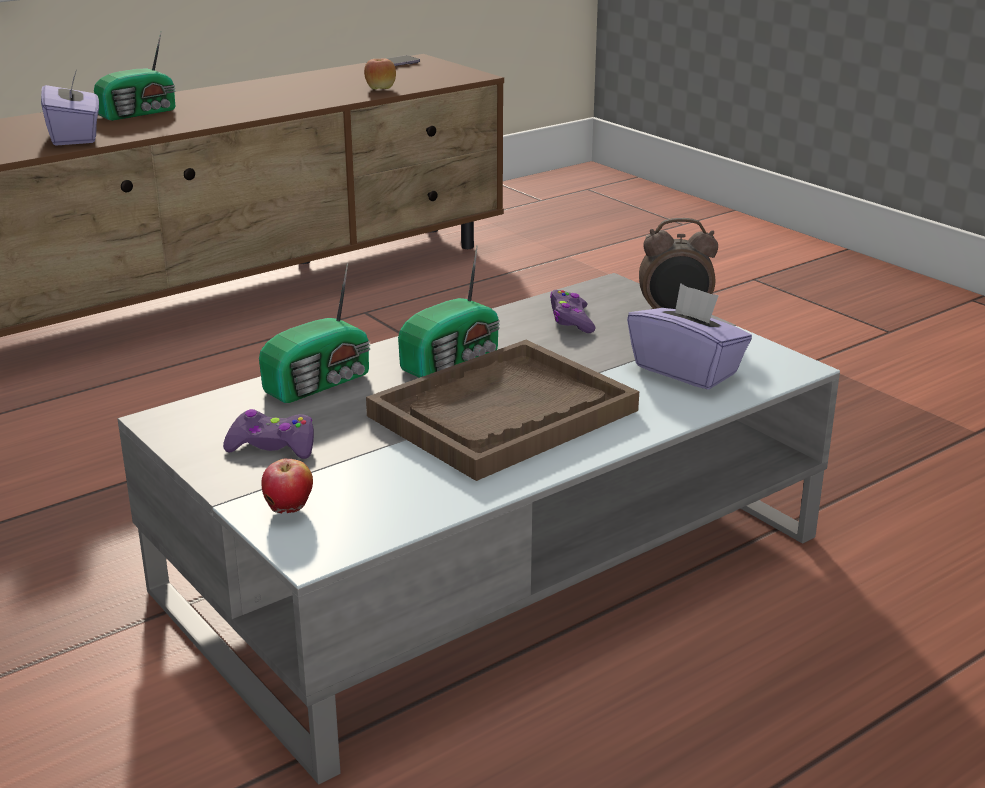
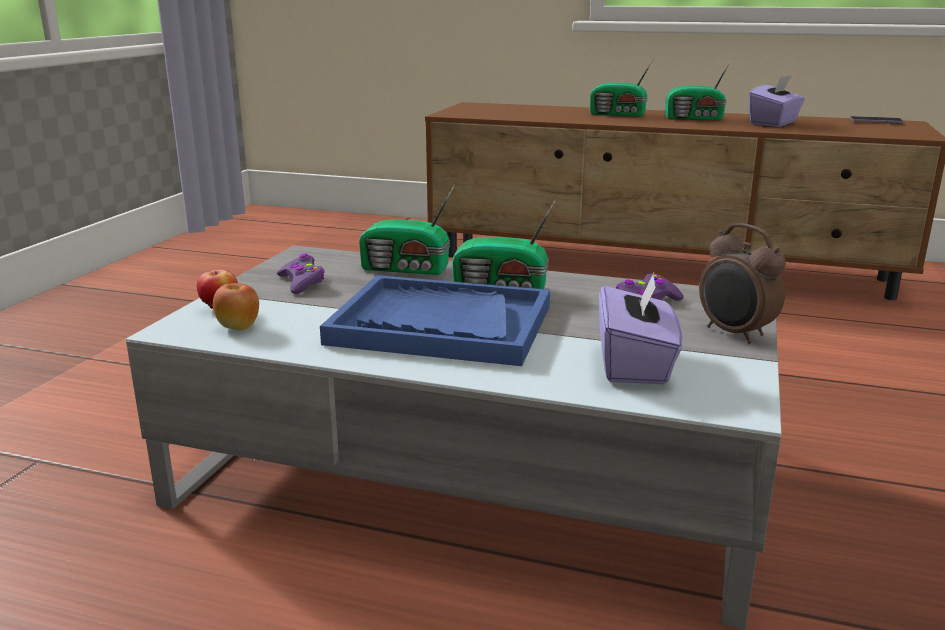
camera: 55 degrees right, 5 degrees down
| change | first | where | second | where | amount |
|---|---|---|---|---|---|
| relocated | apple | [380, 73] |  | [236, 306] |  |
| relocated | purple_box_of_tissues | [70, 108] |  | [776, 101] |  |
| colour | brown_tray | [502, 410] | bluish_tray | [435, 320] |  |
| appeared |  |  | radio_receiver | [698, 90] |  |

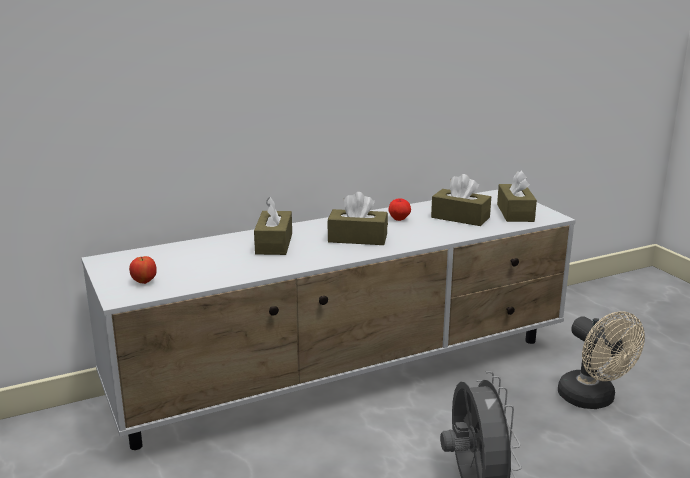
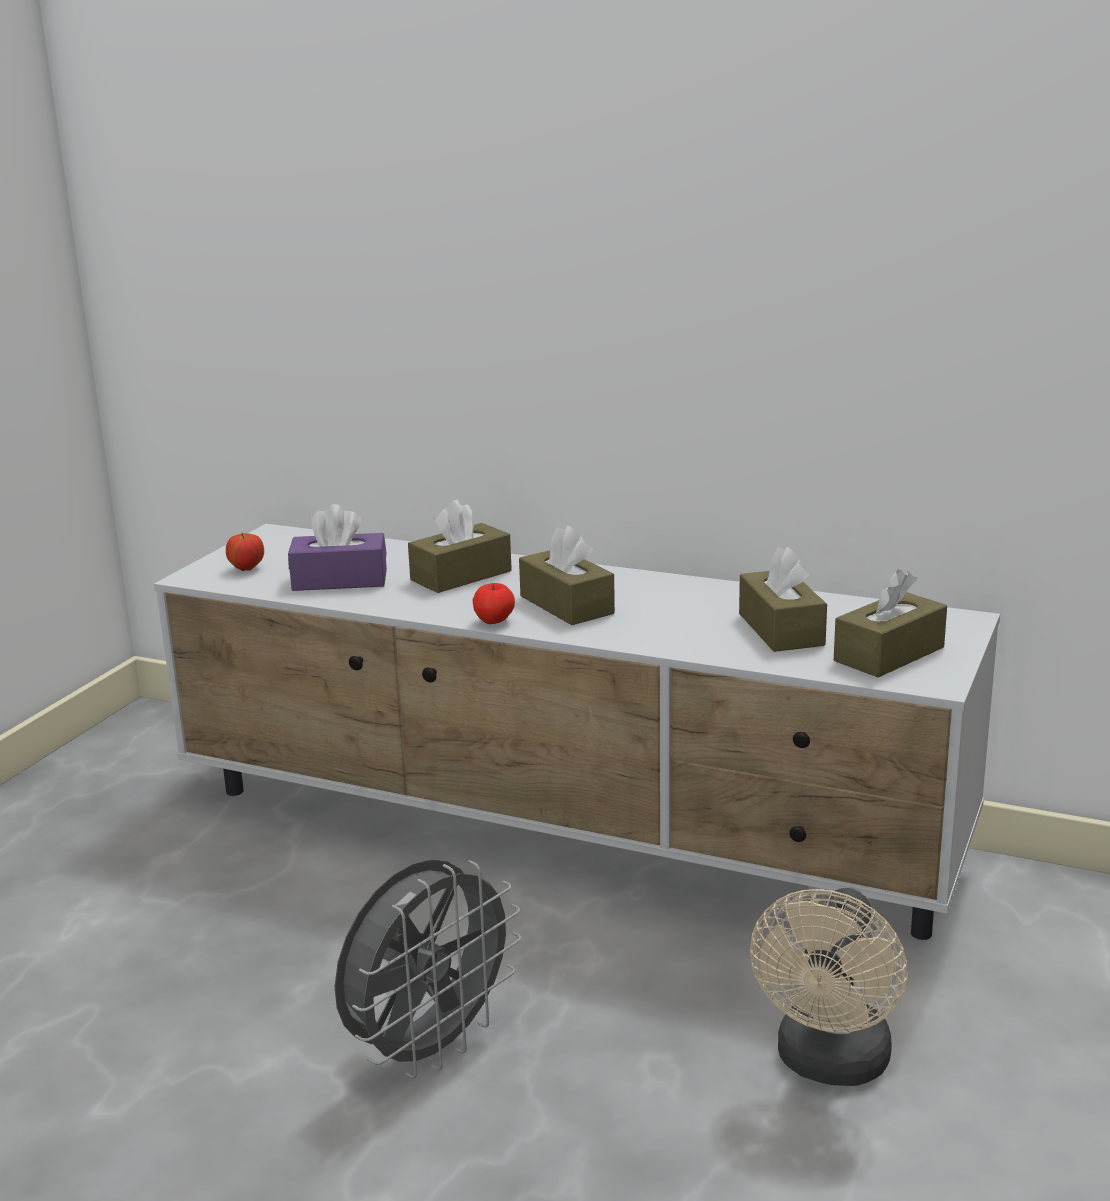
camera: 50 degrees right, 0 degrees up
| change | first | where | second | where | amount |
|---|---|---|---|---|---|
| relocated | apple | [400, 209] |  | [494, 603] |  |
| appeared |  |  | purple_box_of_tissues | [337, 547] |  |

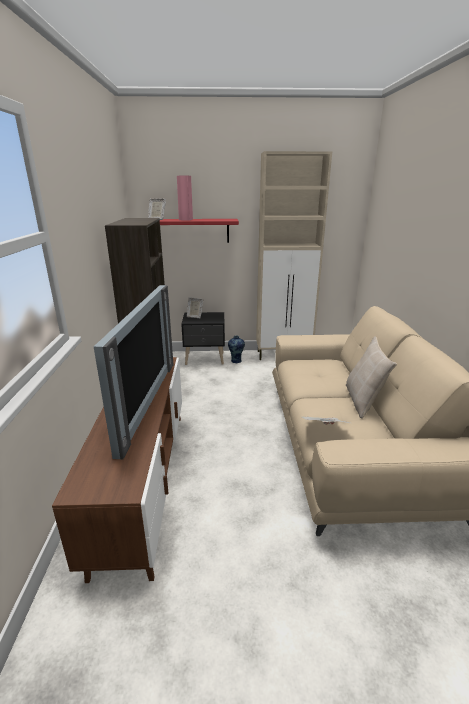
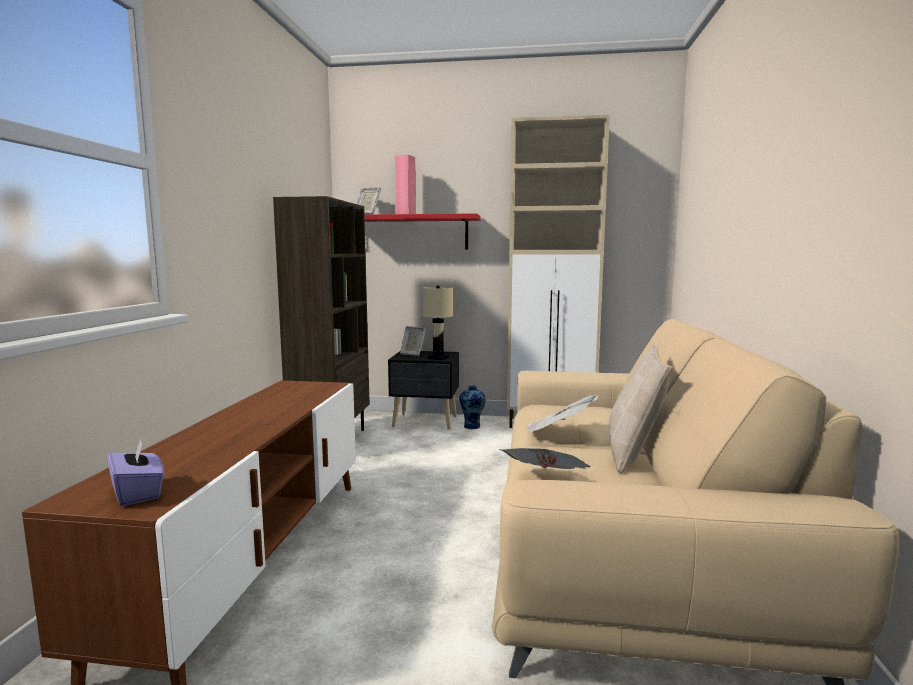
camera: 10 degrees right, 15 degrees down
| change | first | where | second | where | amount |
|---|---|---|---|---|---|
| missing | TV_set | [133, 372] |  |  |  |
| appeared |  |  | sand-coloured_tabletop_lamp | [438, 323] |  |
| appeared |  |  | daily_paper | [562, 414] |  |
| appeared |  |  | purple_box_of_tissues | [135, 472] |  |

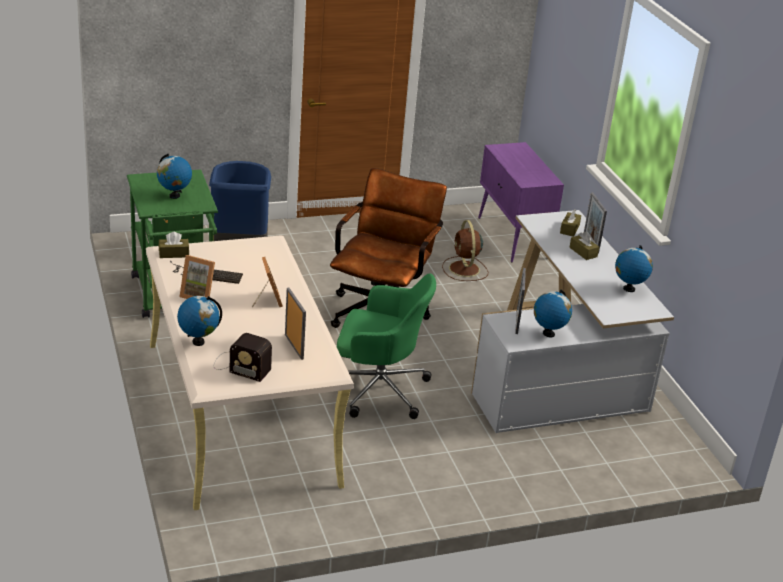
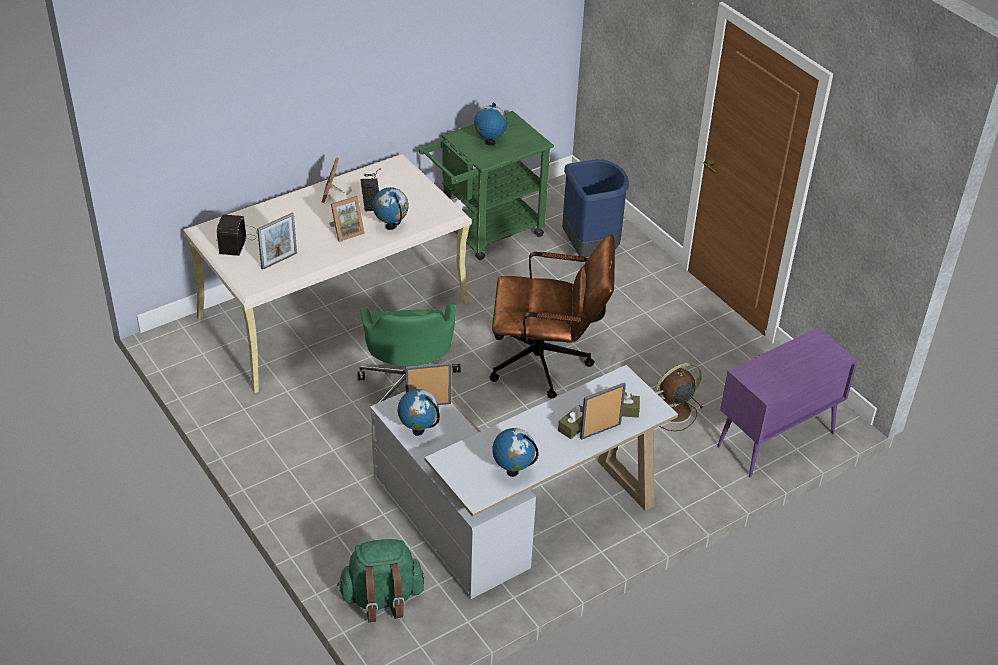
camera: 75 degrees right, 10 degrees up
| change | first | where | second | where | amount |
|---|---|---|---|---|---|
| missing | brown_box_of_tissues | [174, 245] |  |  |  |
| relocated | world_globe | [199, 321] |  | [390, 208] |  |
| appeared |  |  | greenish_rucksack | [380, 580] |  |

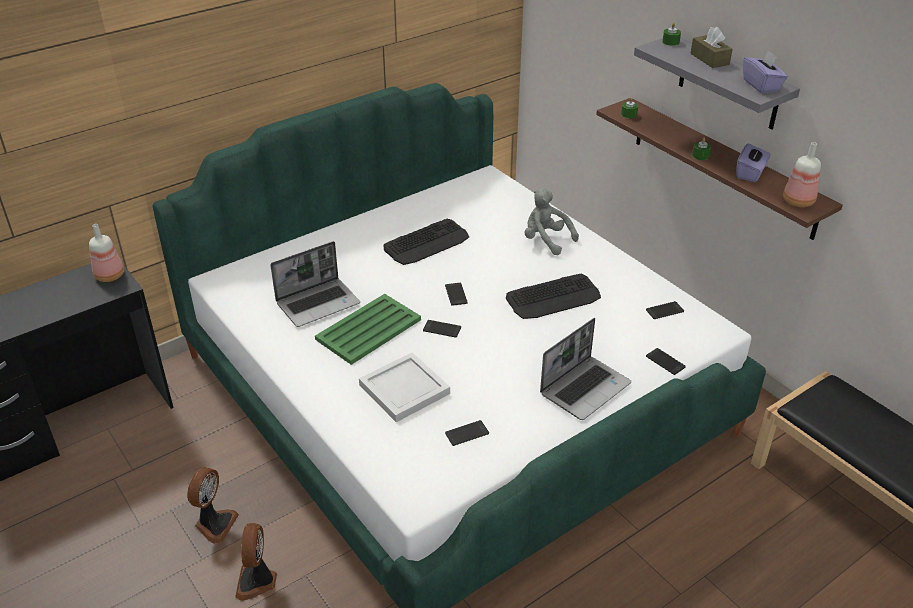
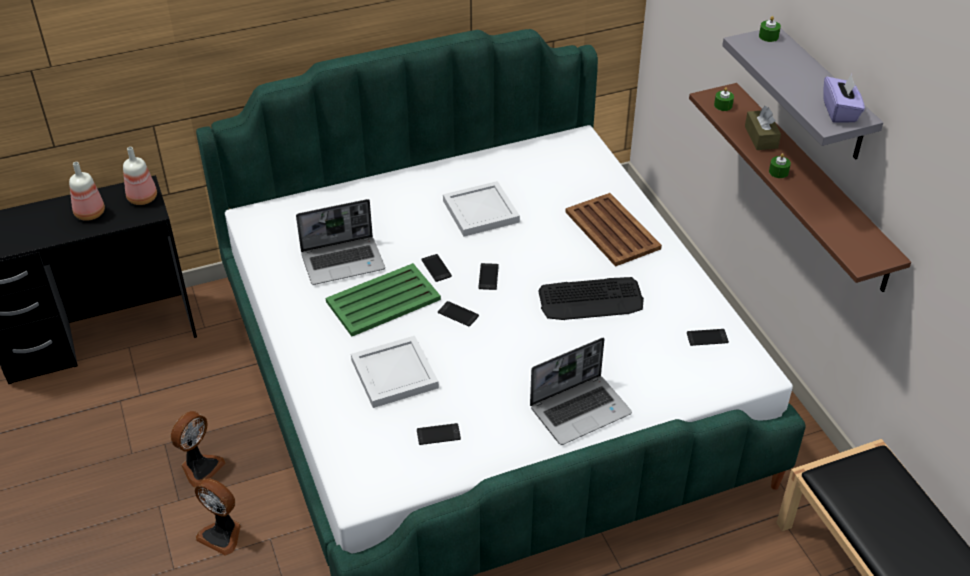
camera: 15 degrees right, 5 degrees up
| change | first | where | second | where | amount |
|---|---|---|---|---|---|
| relocated | brown_box_of_tissues | [712, 47] |  | [763, 128] |  |
| relocated | beverage_bottle | [802, 174] |  | [87, 191] |  |
| missing | purple_box_of_tissues | [753, 163] |  |  |  |
| exchanged | greyish_soft_toy | [551, 222] | brown_tray | [614, 230] |  |
| exchanged | PC_keyboard | [426, 242] | whitish_tray | [481, 208] |  |
| relocated | telephone | [666, 361] |  | [436, 268] |  |
| spun | cooling_fan | [256, 562] |  | [218, 517] | 75 degrees counterclockwise |

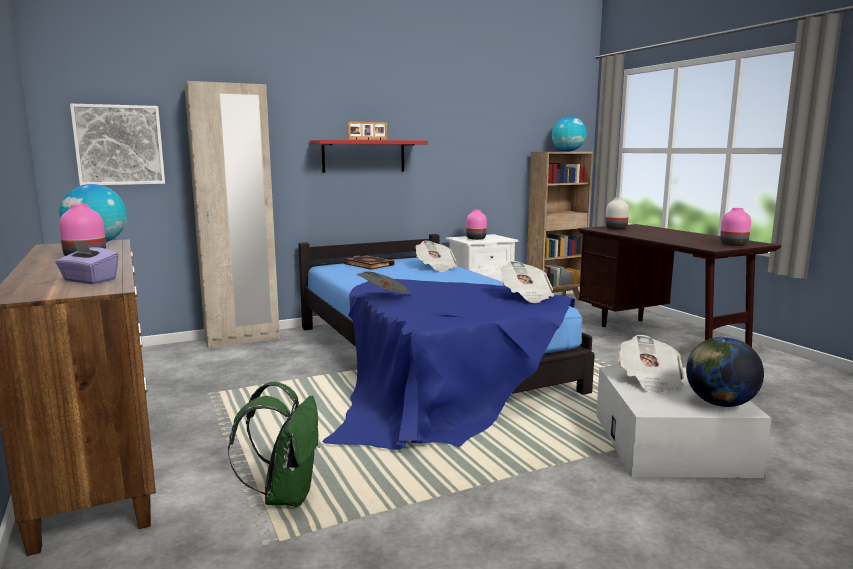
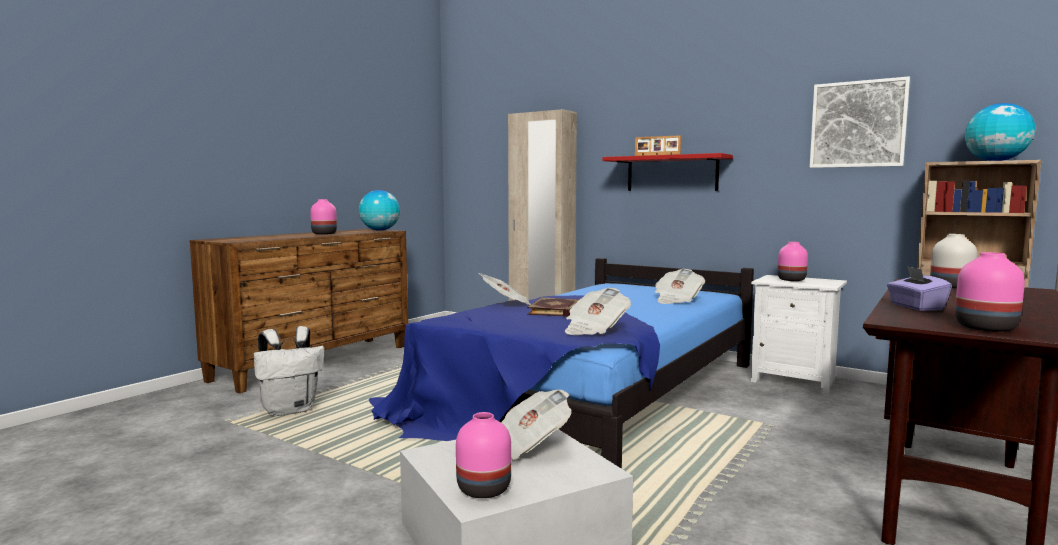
camera: 60 degrees right, 5 degrees down
| change | first | where | second | where | amount |
|---|---|---|---|---|---|
| relocated | wall_art | [117, 144] |  | [860, 122] |  |
| relocated | purple_box_of_tissues | [87, 262] |  | [919, 288] |  |
| relocated | volume | [369, 262] |  | [553, 307] |  |
| exchanged | world_globe | [725, 372] | pink-coloured_vase | [483, 455] |  |
| colour | greenish_rucksack | [274, 444] | whitish_rucksack | [289, 371] |  |

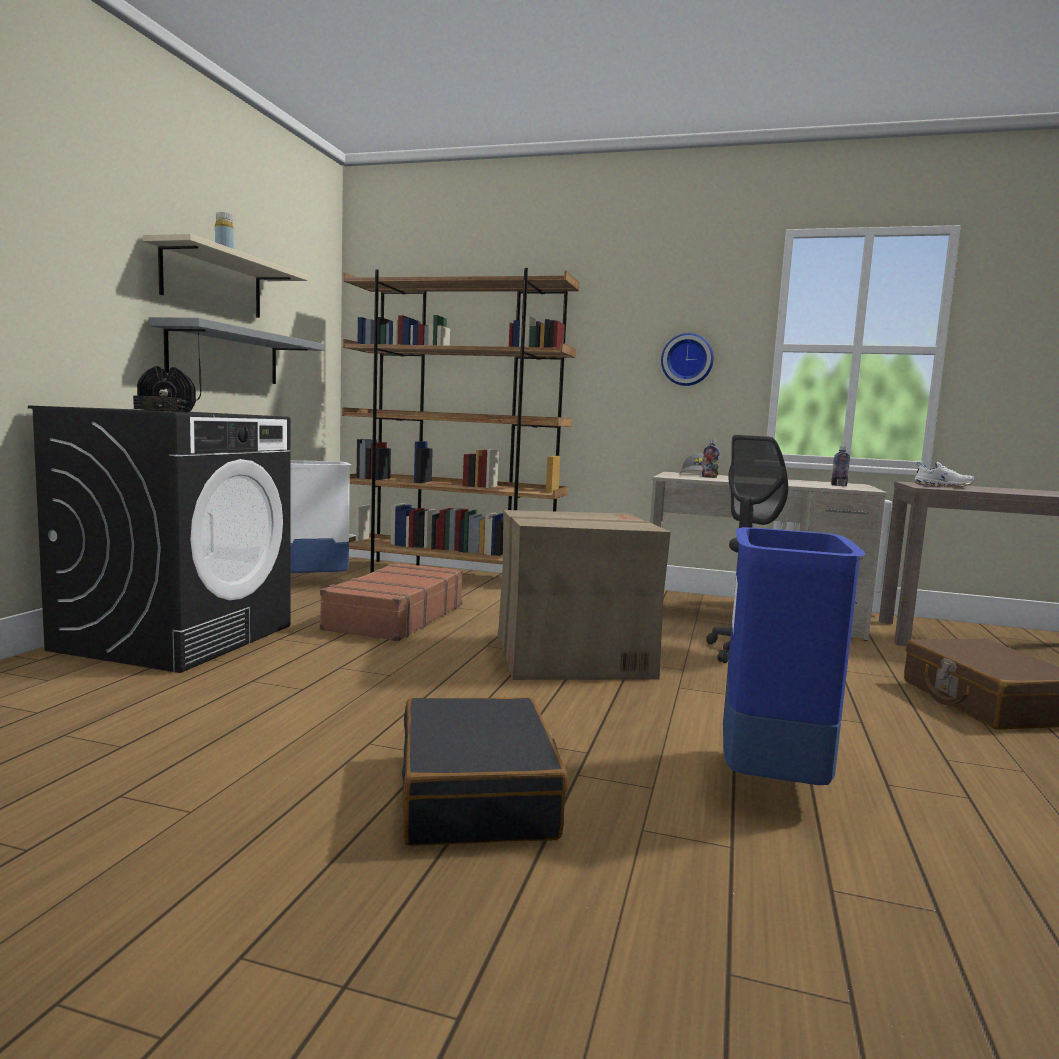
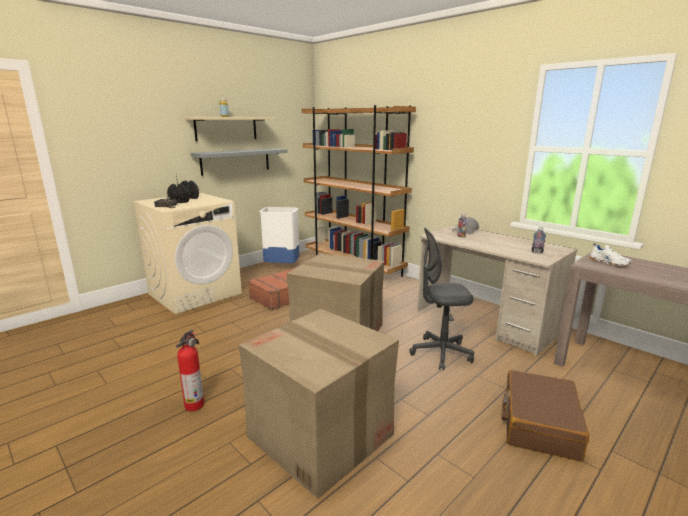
camera: 30 degrees right, 10 degrees up
| change | first | where | second | where | amount |
|---|---|---|---|---|---|
| missing | clock_on_the_wall | [687, 359] |  |  |  |
| colour | blackish_laundry_appliance | [159, 539] | sand-coloured_laundry_appliance | [187, 253] |  |
| exchanged | bluish_waste_bin | [794, 656] | cardboard_box | [319, 404] |  |
| exchanged | blackish_suitcase | [485, 771] | fire_extinguisher | [190, 370] |  |

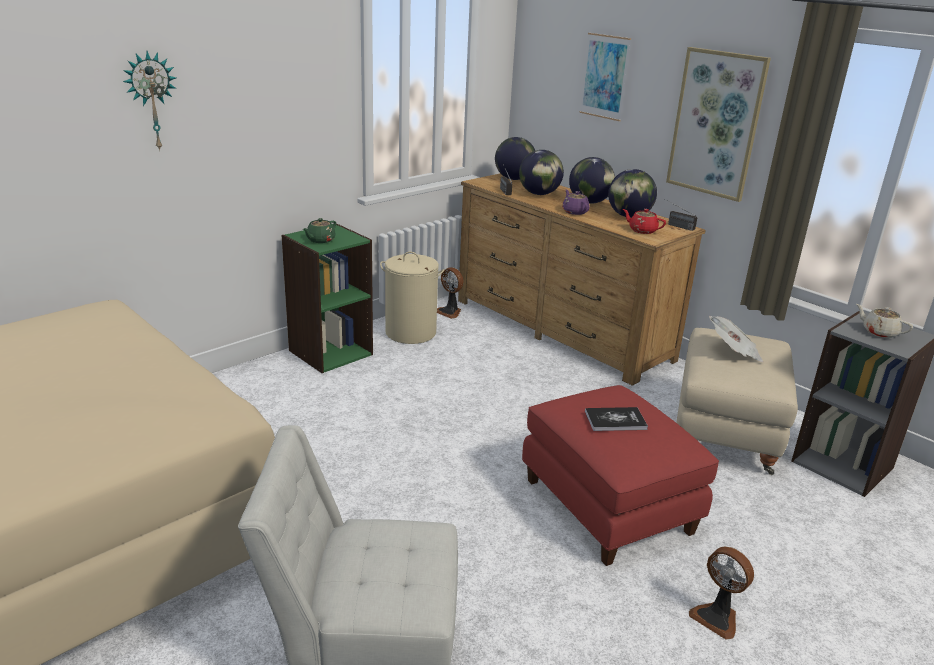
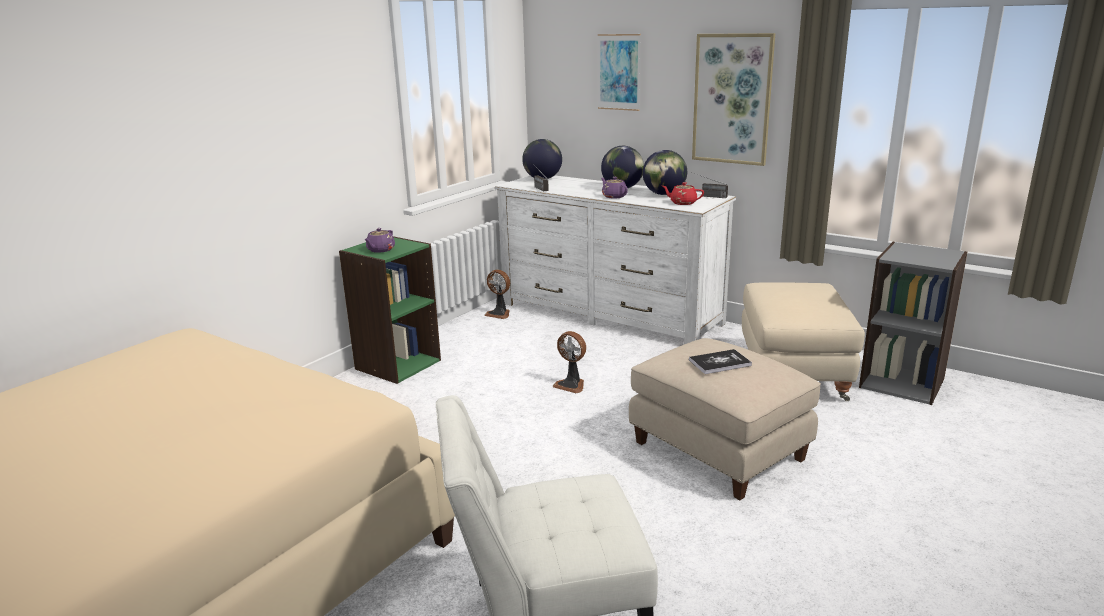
camera: 10 degrees left, 5 degrees down
| change | first | where | second | where | amount |
|---|---|---|---|---|---|
| missing | clock_on_the_wall | [149, 101] |  |  |  |
| missing | world_globe | [541, 172] |  |  |  |
| colour | brown_chest_of_drawers | [582, 279] | whitish_chest_of_drawers | [615, 260] |  |
| colour | greenish_teapot | [319, 230] | purple_teapot | [379, 240] |  |
| missing | sand-coloured_washing_basket | [412, 298] |  |  |  |
| missing | sand-coloured_teapot | [884, 321] |  |  |  |
| missing | daily_paper | [736, 339] |  |  |  |
| colour | red-coloured_pouffe | [620, 475] | sand-coloured_pouffe | [725, 419] |  |
| relocated | cooling_fan | [721, 593] |  | [569, 362] |  |

